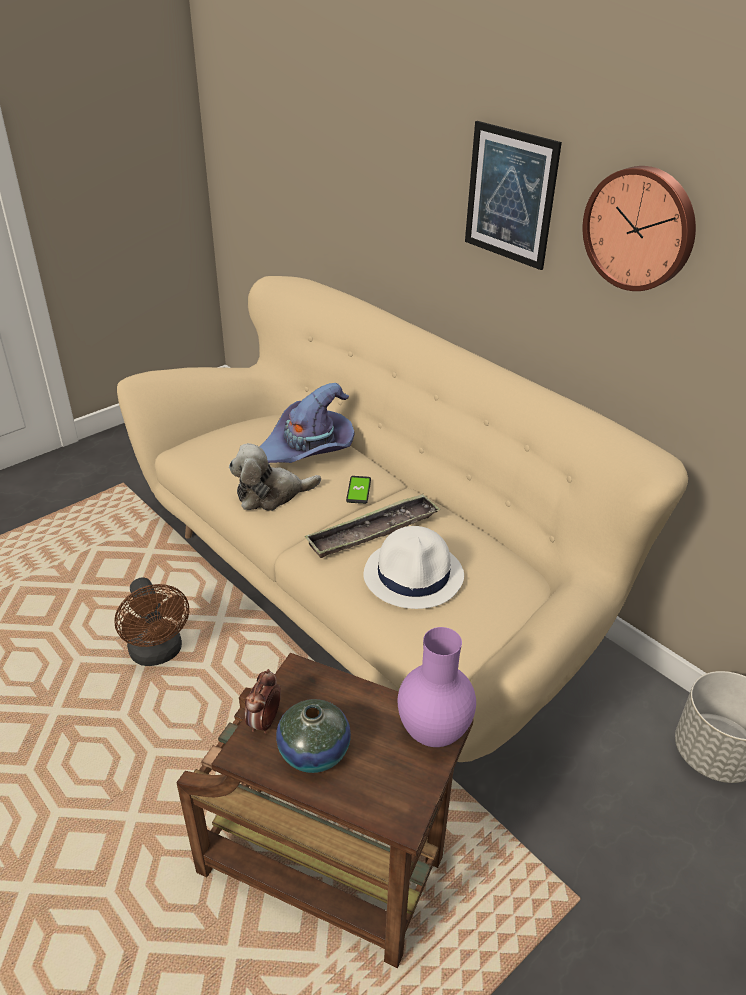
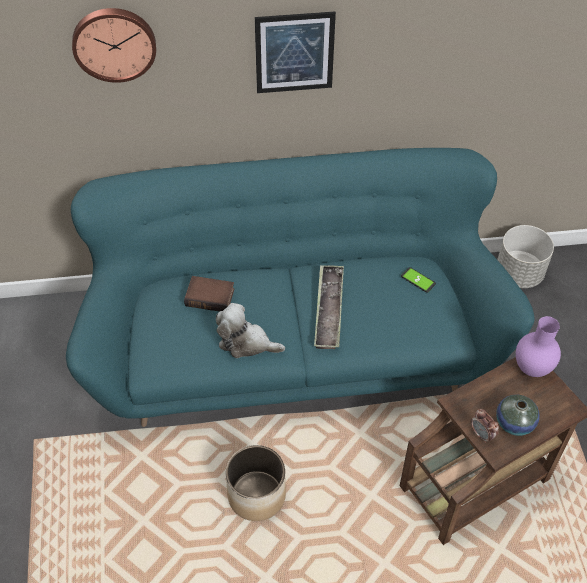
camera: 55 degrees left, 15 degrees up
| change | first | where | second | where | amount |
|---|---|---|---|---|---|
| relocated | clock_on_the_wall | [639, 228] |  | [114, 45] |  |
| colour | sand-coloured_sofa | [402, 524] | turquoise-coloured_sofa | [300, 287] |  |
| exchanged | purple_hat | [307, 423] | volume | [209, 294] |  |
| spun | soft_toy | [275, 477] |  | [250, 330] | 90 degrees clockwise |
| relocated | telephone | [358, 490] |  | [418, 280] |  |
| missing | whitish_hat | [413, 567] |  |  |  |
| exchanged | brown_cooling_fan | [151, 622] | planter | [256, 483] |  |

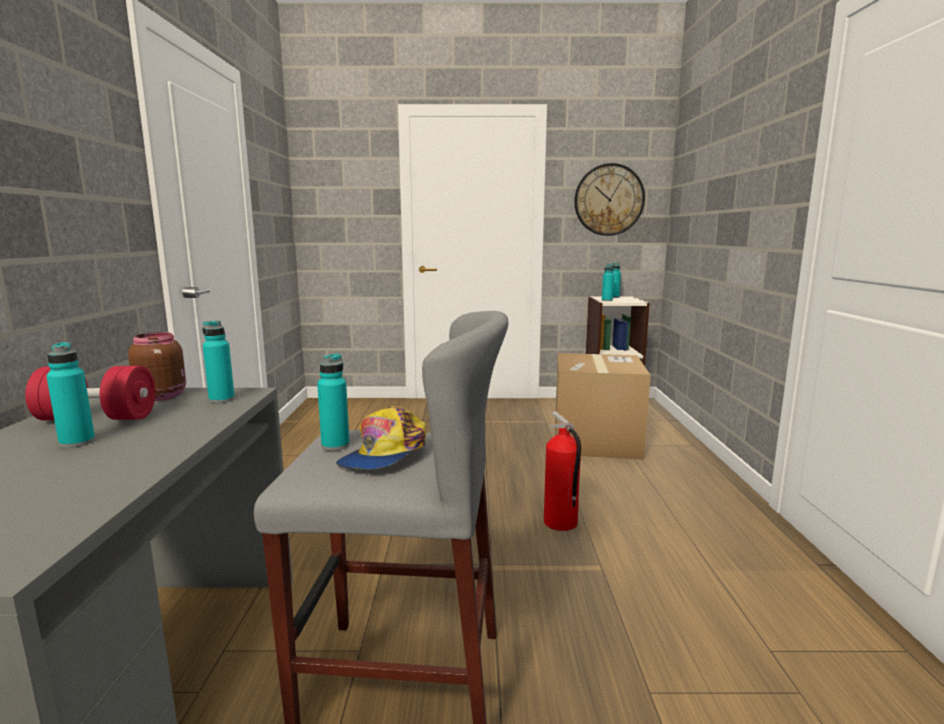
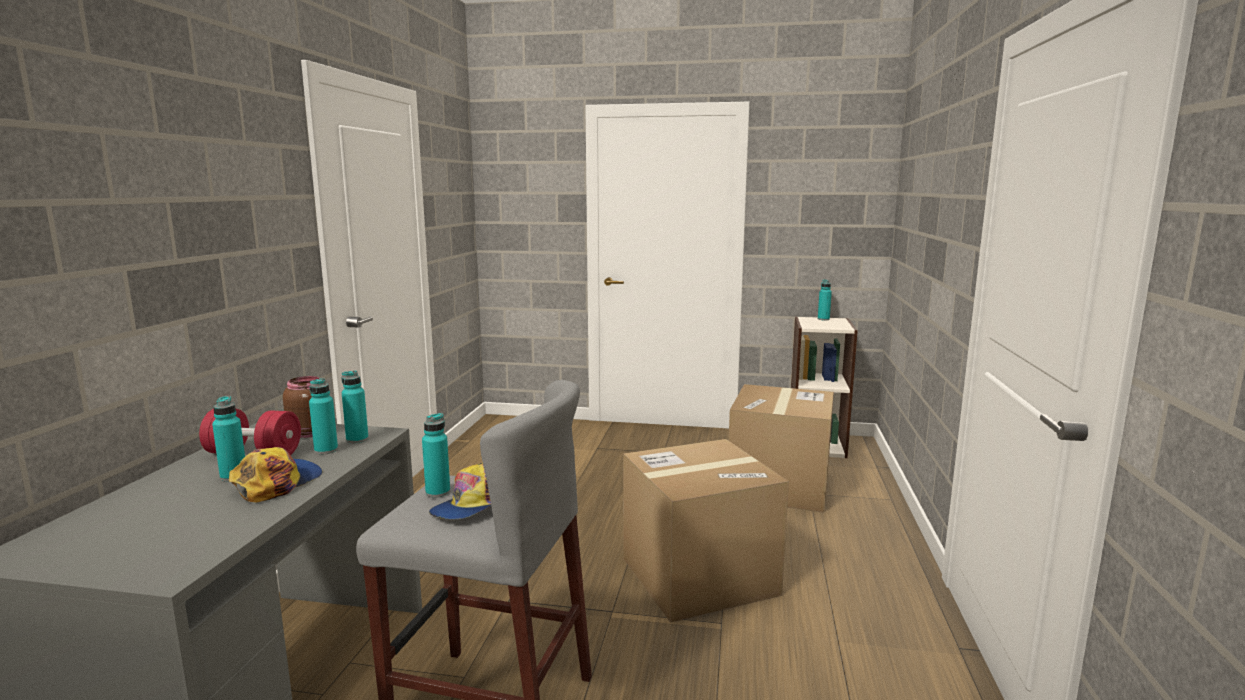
camera: 10 degrees right, 0 degrees up
| change | first | where | second | where | amount |
|---|---|---|---|---|---|
| missing | clock_on_the_wall | [609, 199] |  |  |  |
| relocated | turquoise-coloured_beverage_bottle | [608, 282] |  | [323, 416] |  |
| exchanged | fire_extinguisher | [562, 471] | cardboard_box | [706, 531] |  |
| appeared |  |  | peaked_cap | [275, 474] |  |

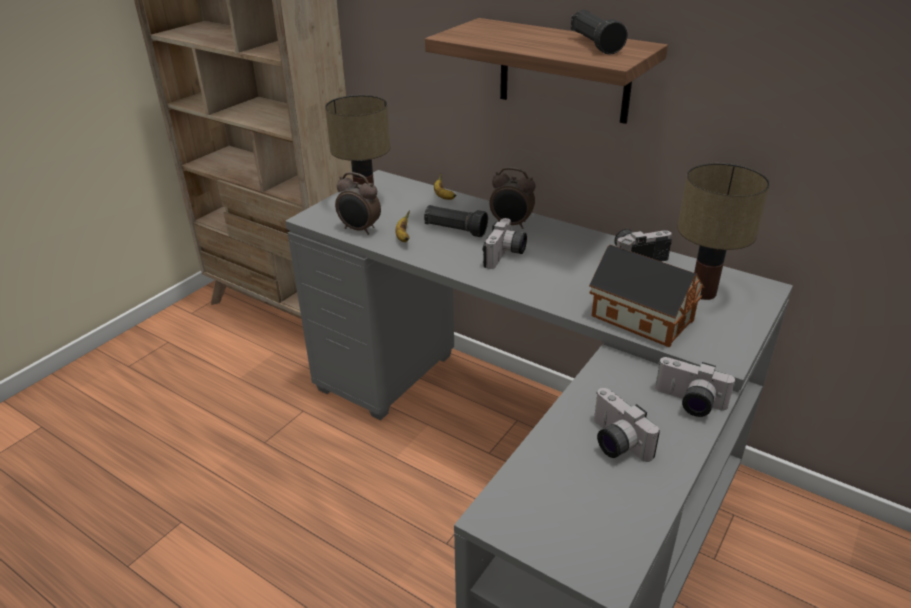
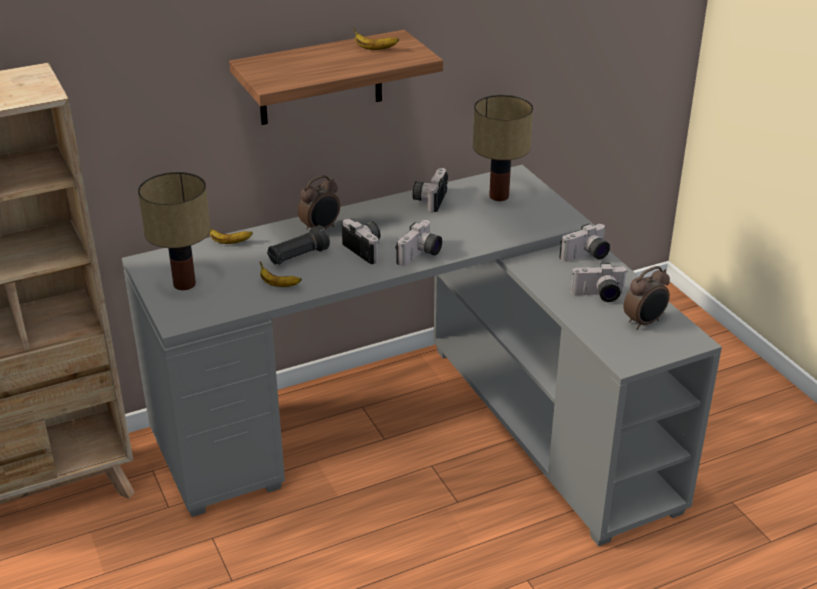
camera: 60 degrees left, 0 degrees up
| change | first | where | second | where | amount |
|---|---|---|---|---|---|
| exchanged | blackish_hand_torch | [599, 32] | whole_banana | [376, 39] |  |
| relocated | table_clock | [358, 203] |  | [646, 298] |  |
| missing | toy_house | [646, 292] |  |  |  |
| appeared |  |  | still_camera | [418, 243] |  |

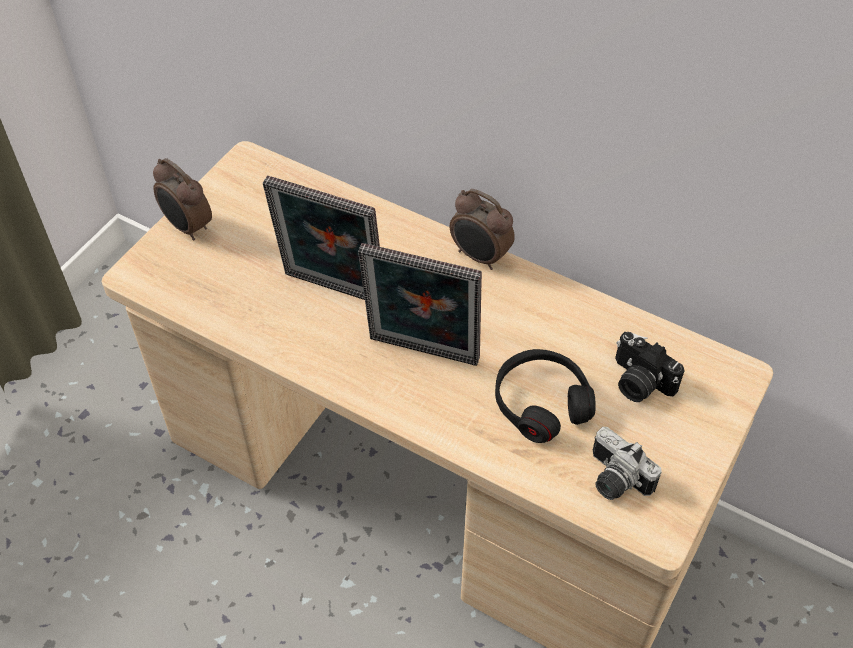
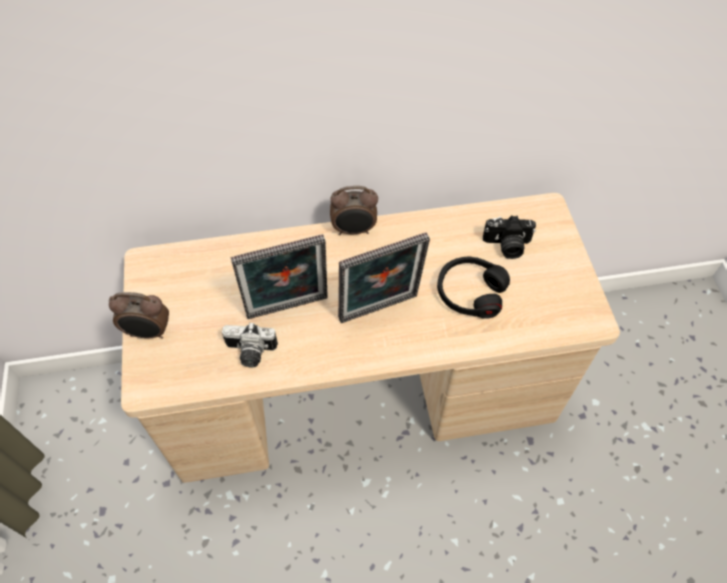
camera: 40 degrees left, 5 degrees up
| change | first | where | second | where | amount |
|---|---|---|---|---|---|
| relocated | still_camera | [627, 463] |  | [250, 344] |  |

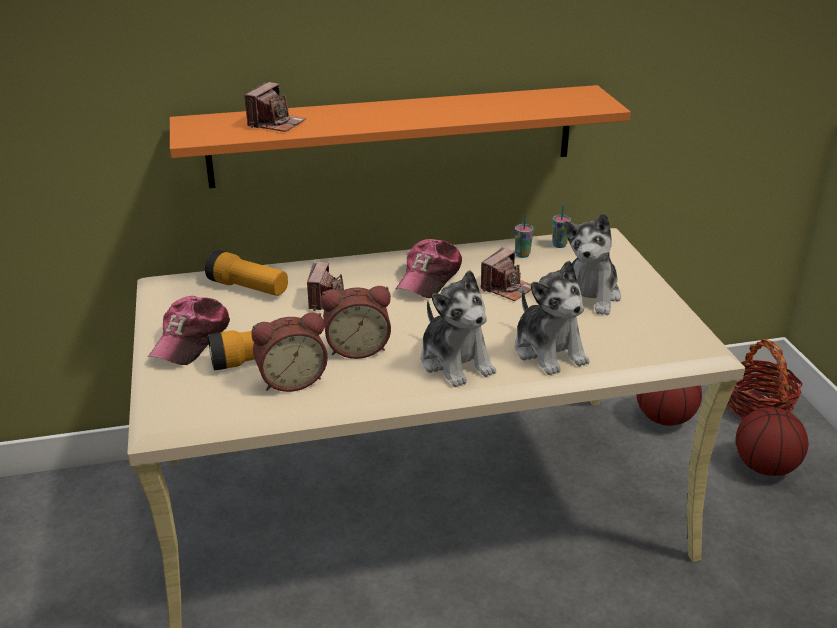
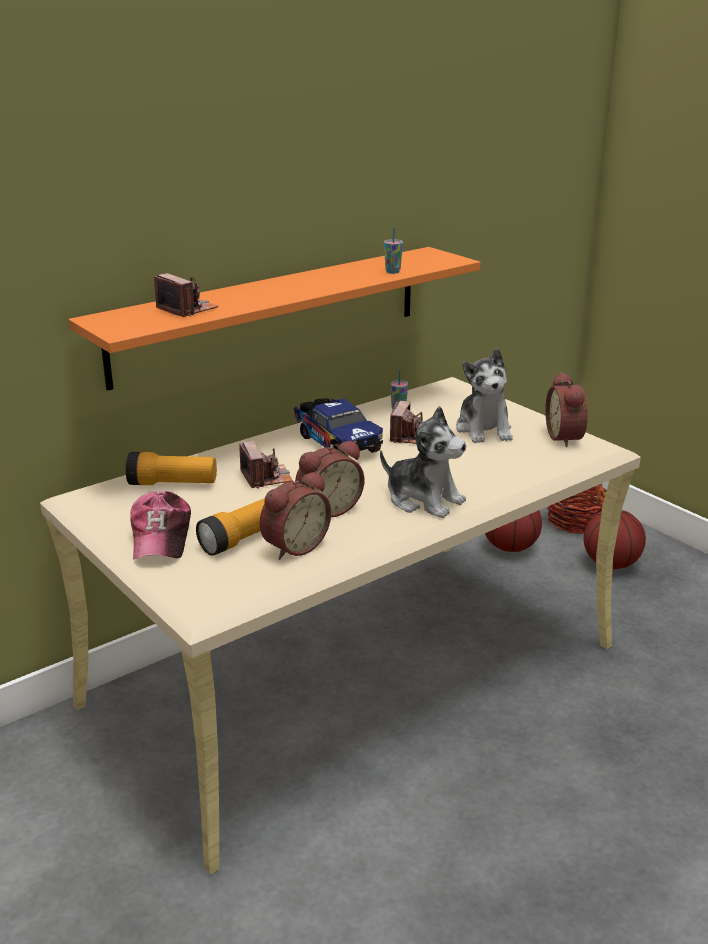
camera: 25 degrees left, 5 degrees down
| change | first | where | second | where | amount |
|---|---|---|---|---|---|
| spun | still_camera | [275, 107] |  | [186, 295] | 45 degrees counterclockwise |
| relocated | cup | [561, 226] |  | [393, 250] |  |
| exchanged | peaked_cap | [429, 268] | toy_truck | [338, 426] |  |
| missing | soft_toy | [552, 318] |  |  |  |
| appeared |  |  | table_clock | [566, 409] |  |

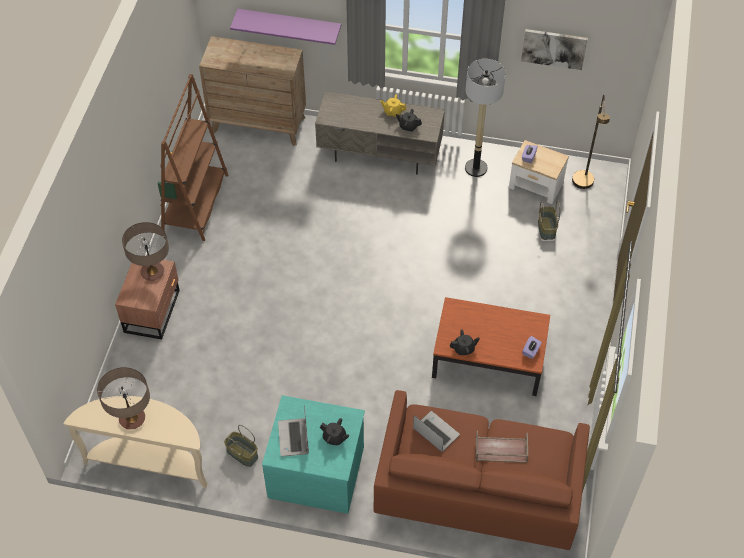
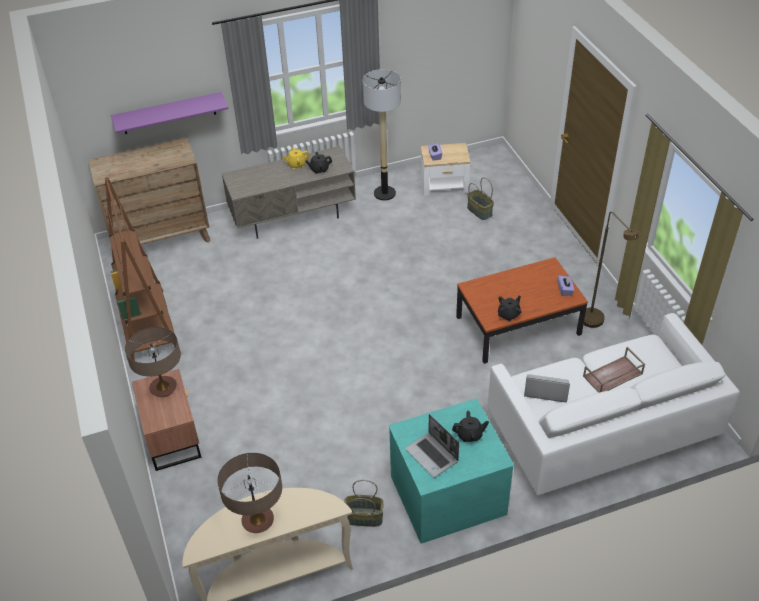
camera: 30 degrees left, 10 degrees down
| change | first | where | second | where | amount |
|---|---|---|---|---|---|
| missing | wall_art | [554, 49] |  |  |  |
| relocated | brown_floor_lamp | [591, 141] |  | [611, 269] |  |
| colour | brown_sofa | [482, 470] | whitish_sofa | [614, 404] |  |

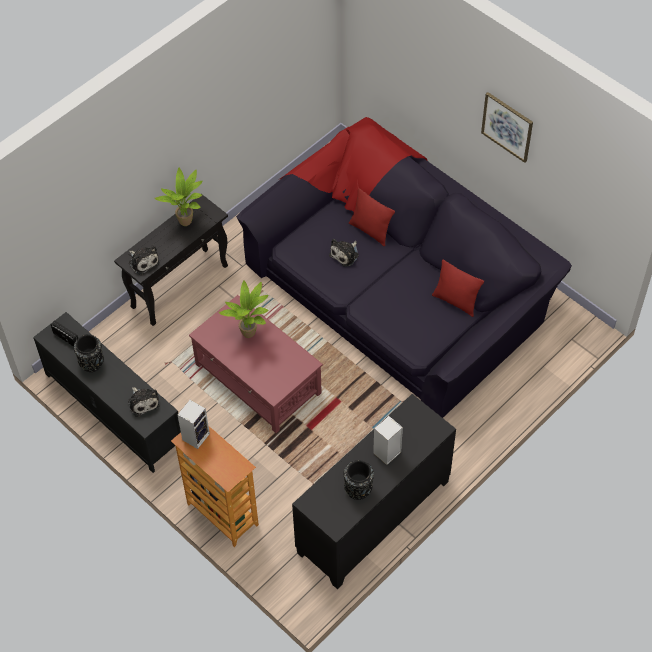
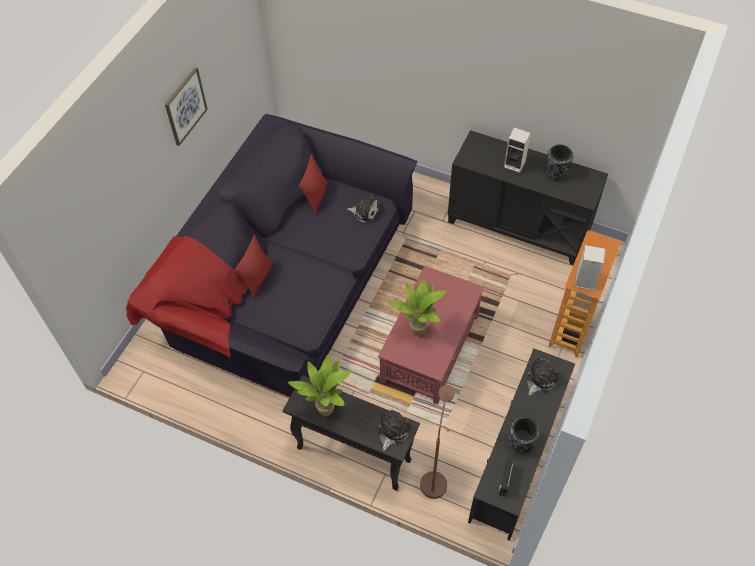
camera: 110 degrees left, 0 degrees up
| change | first | where | second | where | amount |
|---|---|---|---|---|---|
| relocated | soft_toy | [344, 253] |  | [363, 208] |  |
| appeared |  |  | brown_floor_lamp | [437, 442] |  |

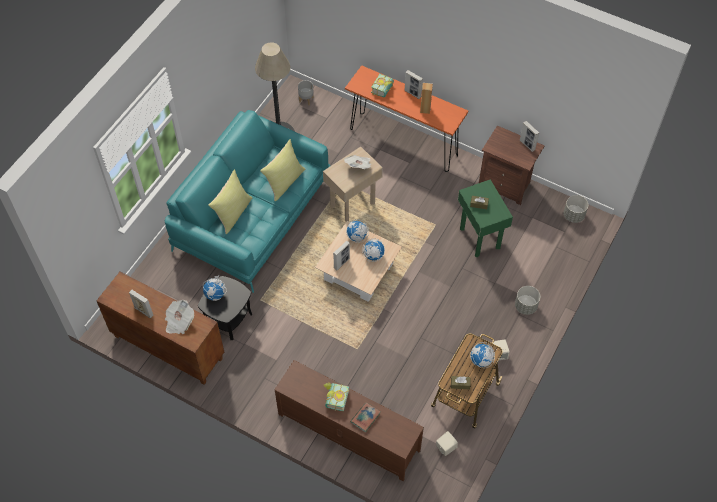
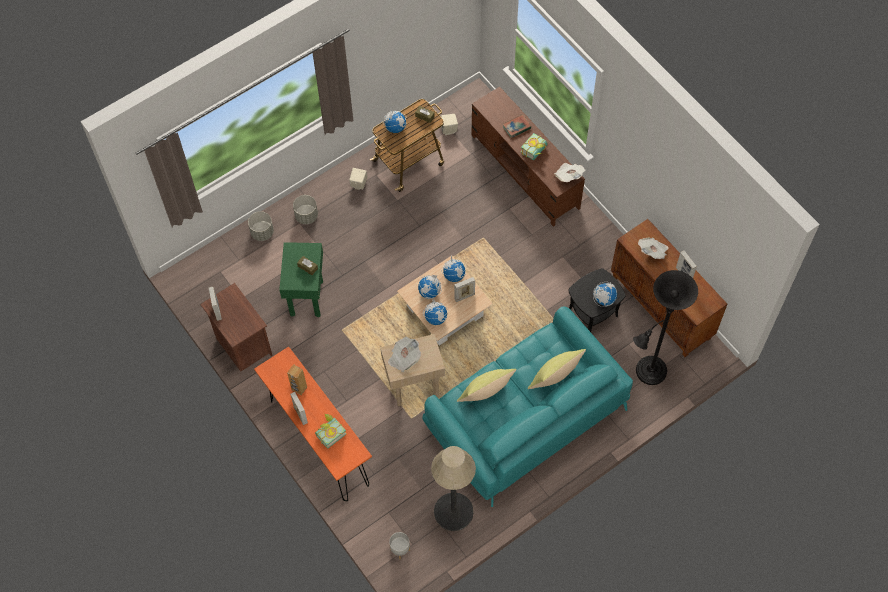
camera: 155 degrees left, 5 degrees up
| change | first | where | second | where | amount |
|---|---|---|---|---|---|
| relocated | greyish_planter | [576, 209] |  | [261, 226] |  |
| appeared |  |  | daily_paper | [569, 172] |  |
| appeared |  |  | world_globe | [453, 268] |  |
| appeared |  |  | blackish_floor_lamp | [665, 327] |  |

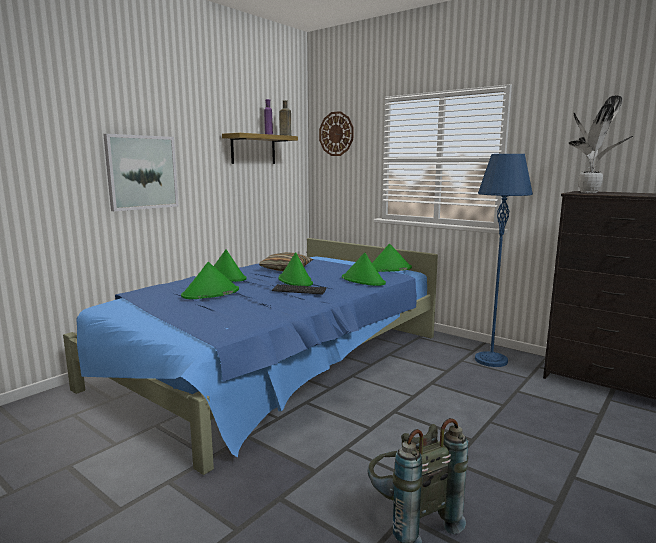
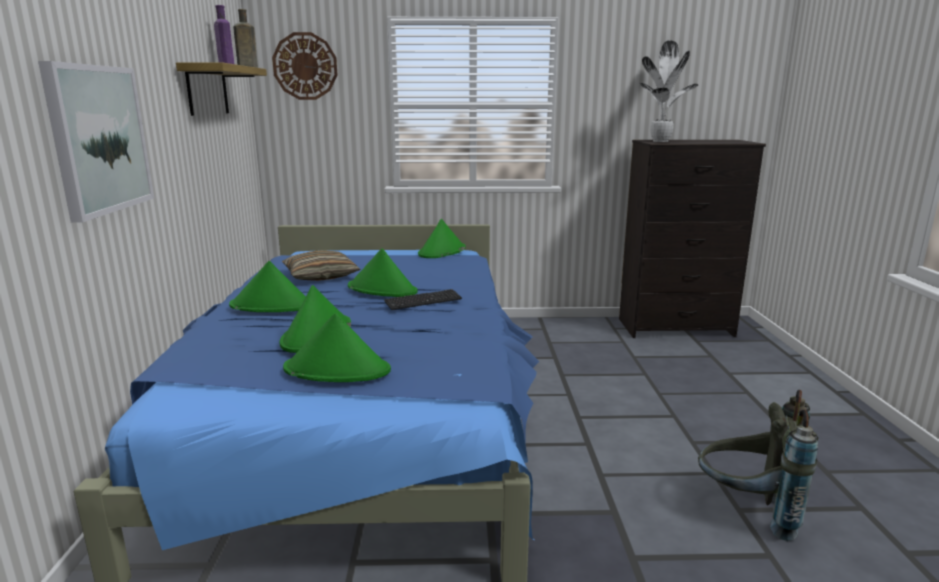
camera: 40 degrees left, 5 degrees up
| change | first | where | second | where | amount |
|---|---|---|---|---|---|
| missing | bluish_floor_lamp | [504, 260] |  |  |  |
| relocated | greenish_hat | [364, 269] |  | [337, 347] |  |

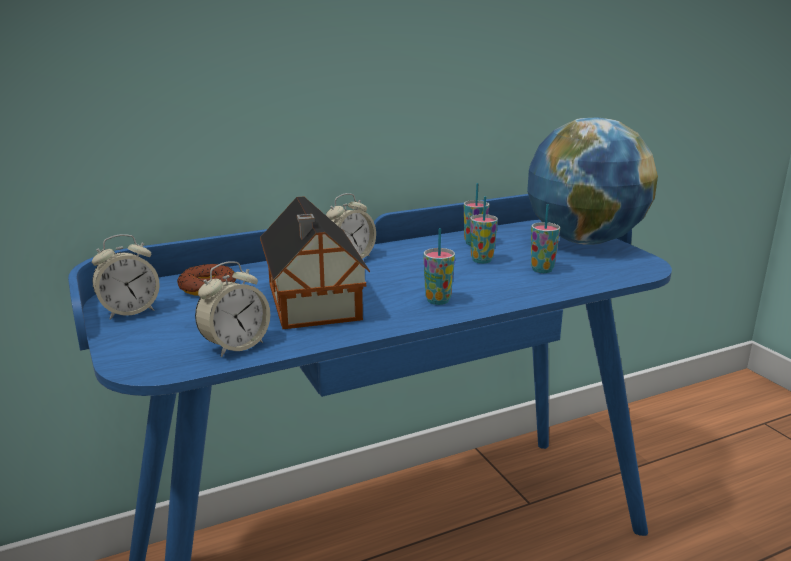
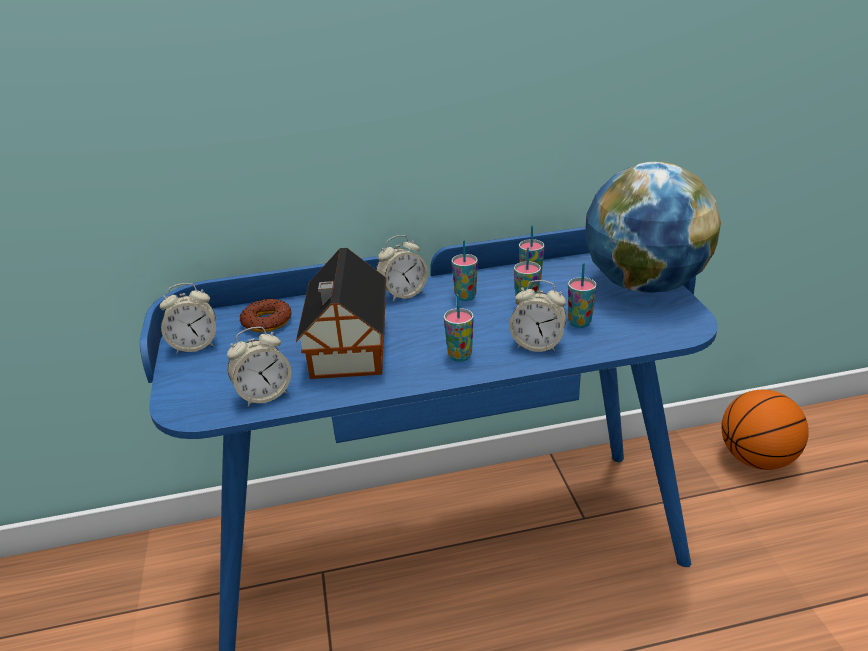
camera: 15 degrees right, 10 degrees up
| change | first | where | second | where | amount |
|---|---|---|---|---|---|
| appeared |  |  | cup | [464, 270] |  |
| appeared |  |  | table_clock | [537, 316] |  |
| appeared |  |  | basketball_ball | [765, 430] |  |

